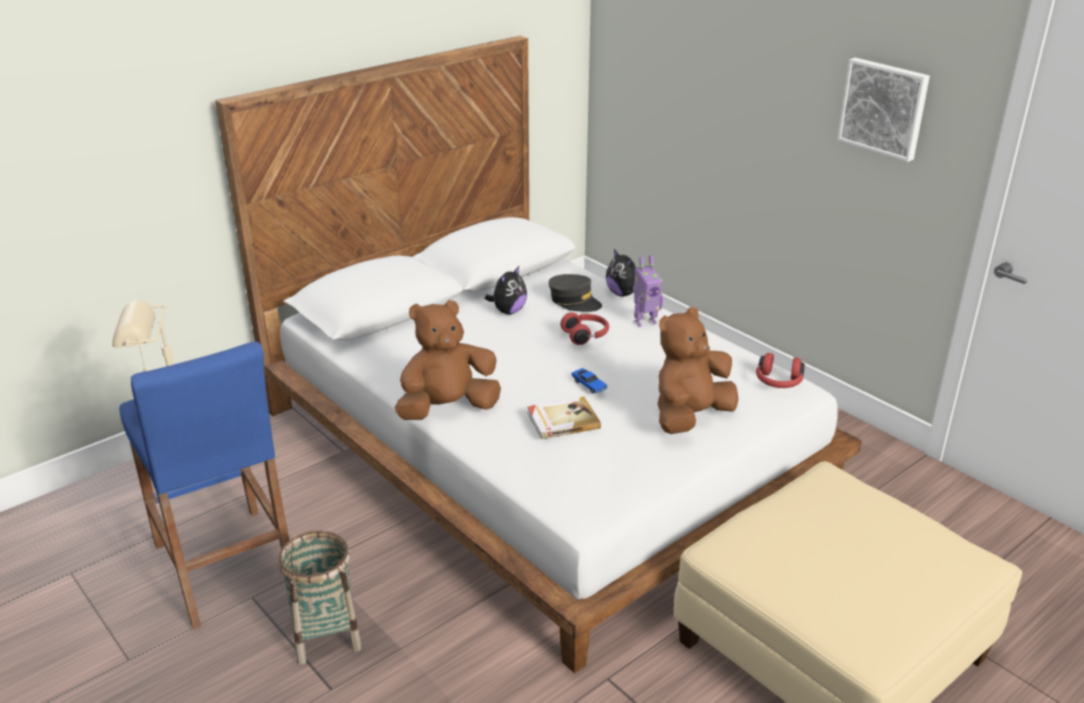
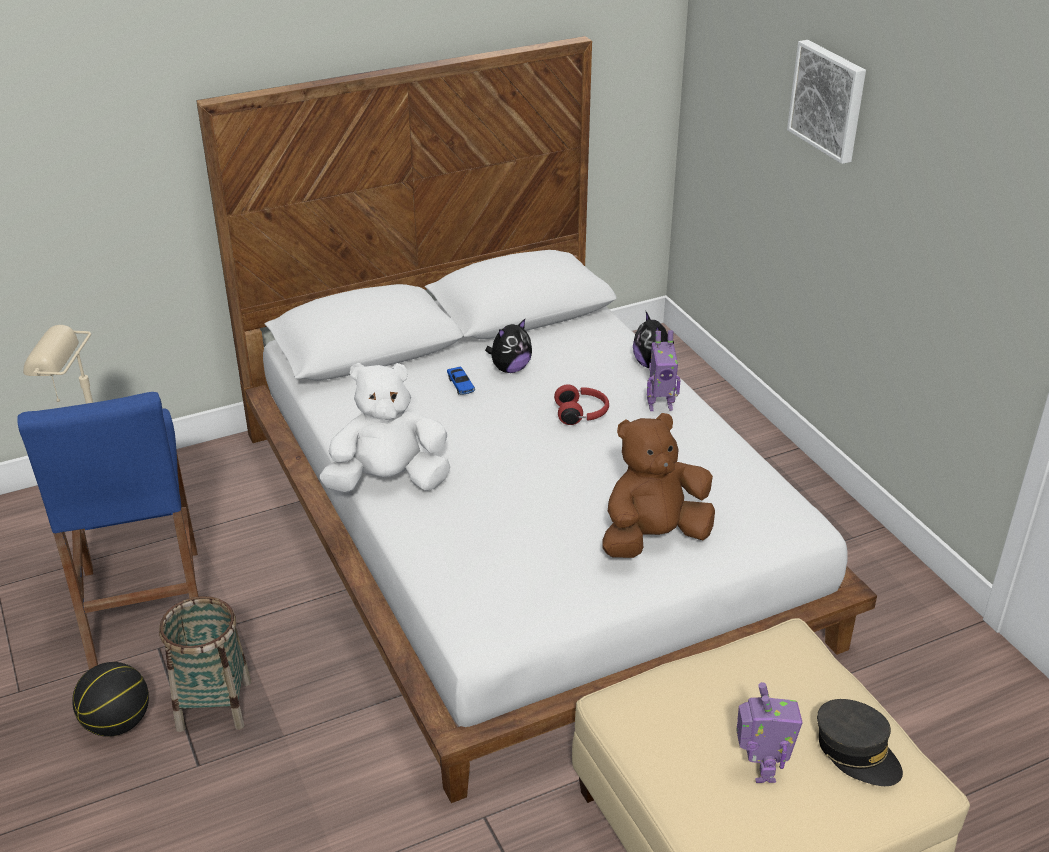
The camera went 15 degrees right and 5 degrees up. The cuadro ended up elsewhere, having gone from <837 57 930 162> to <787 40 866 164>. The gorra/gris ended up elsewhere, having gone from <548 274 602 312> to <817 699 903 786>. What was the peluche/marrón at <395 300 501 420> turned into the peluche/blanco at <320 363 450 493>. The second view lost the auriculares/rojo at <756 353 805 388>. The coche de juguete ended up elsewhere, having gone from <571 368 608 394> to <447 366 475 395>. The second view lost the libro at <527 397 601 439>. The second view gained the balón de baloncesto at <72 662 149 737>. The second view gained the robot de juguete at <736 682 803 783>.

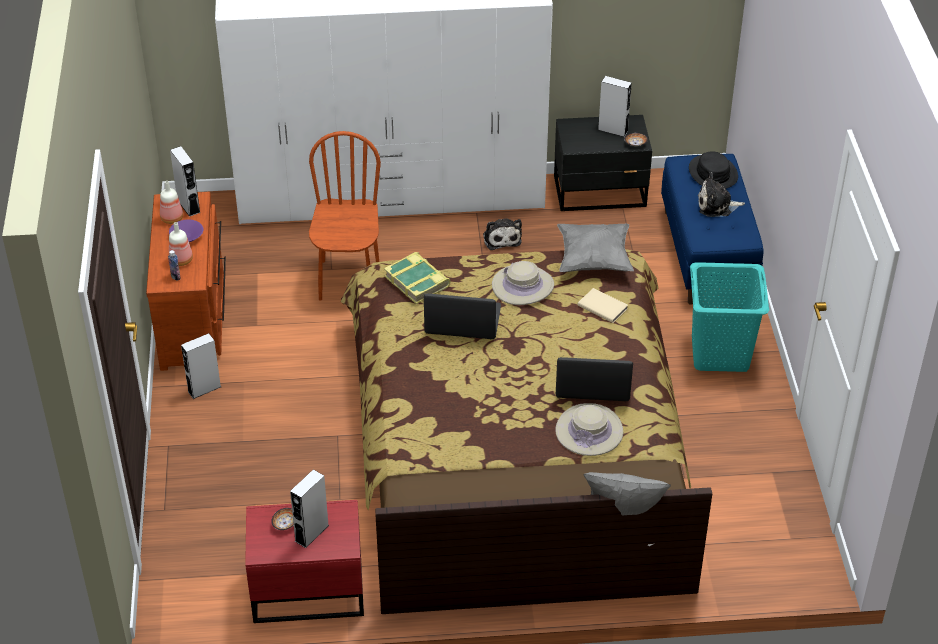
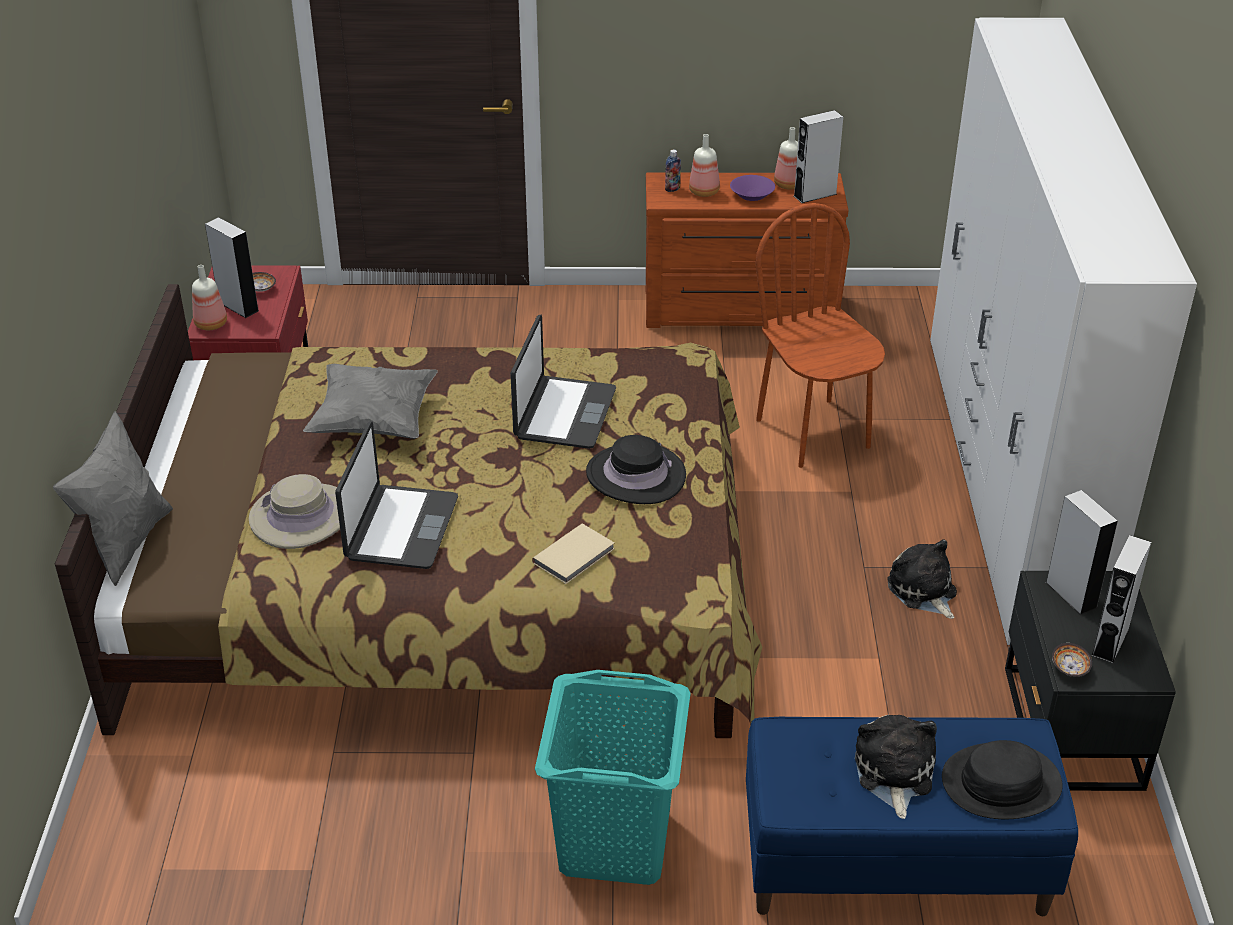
The camera went 95 degrees right and 5 degrees down. The silla/marrón at <309 131 381 301> ended up facing another way, 120 degrees counterclockwise from before. The peluche at <483 219 522 250> ended up facing another way, 75 degrees clockwise from before. The cojín/gris ended up elsewhere, having gone from <557 224 634 272> to <303 364 438 439>. The second view lost the libro at <384 252 450 304>. What was the sombrero/beis at <492 261 554 305> turned into the sombrero/negro at <586 435 686 504>. The altavoz/gris ended up elsewhere, having gone from <181 333 221 399> to <1045 490 1118 615>. The second view gained the botella at <192 265 227 330>.

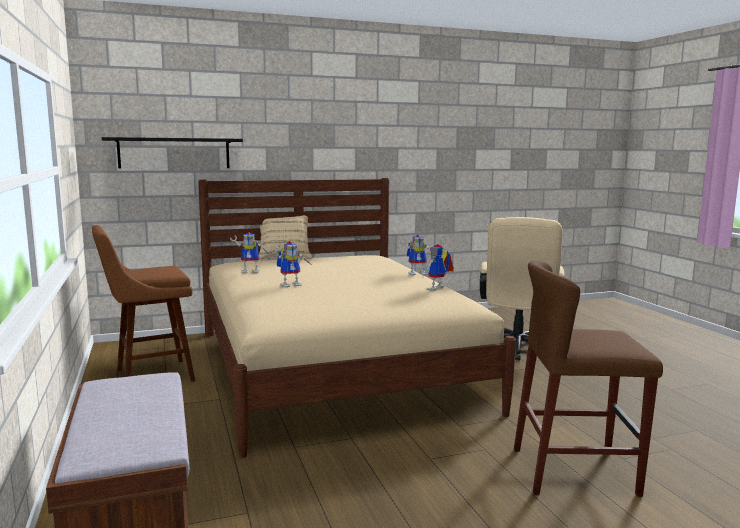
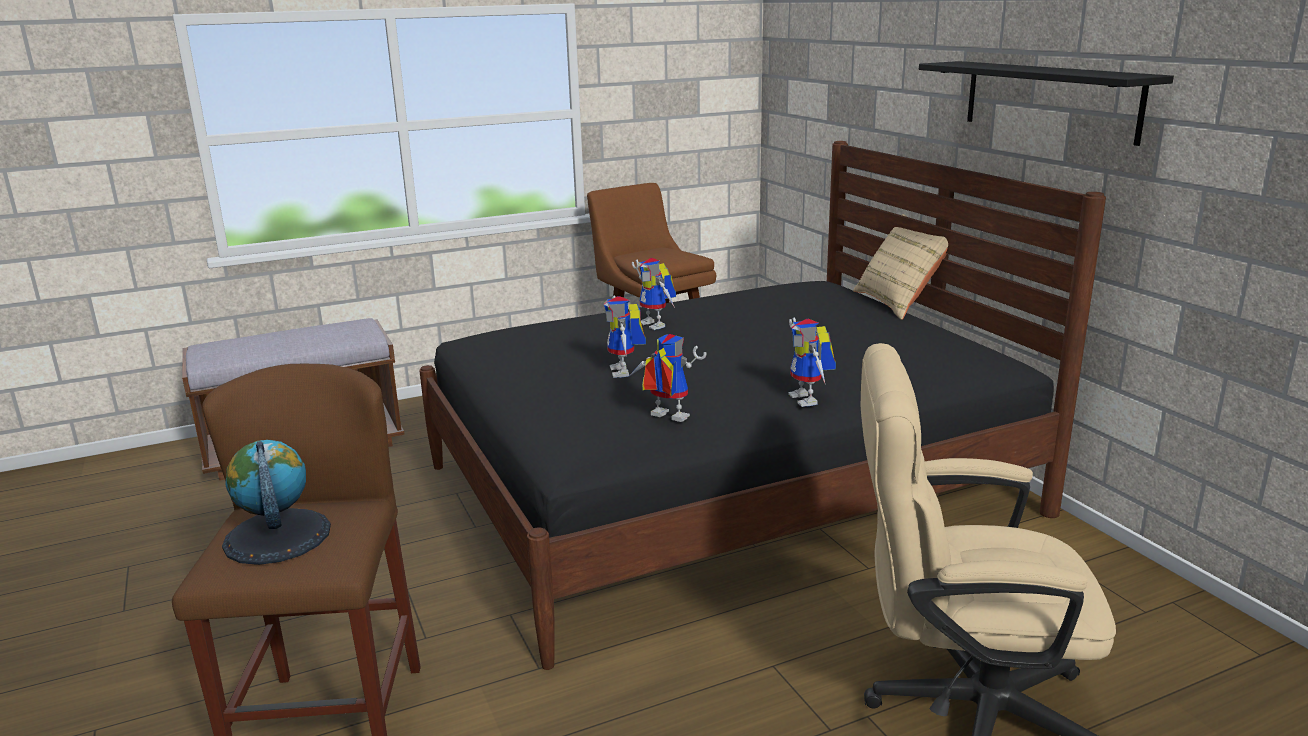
The camera went 85 degrees right and 10 degrees up. The estante/negro ended up elsewhere, having gone from <102 137 243 169> to <919 61 1174 146>. What was the cama/beis at <198 178 516 458> turned into the cama/negro at <419 141 1106 670>. The robot de juguete ended up elsewhere, having gone from <230 232 272 273> to <604 295 646 378>. The second view gained the globo terráqueo at <222 440 331 565>.

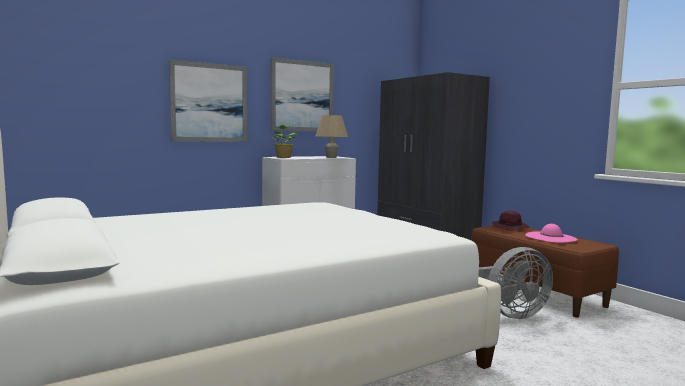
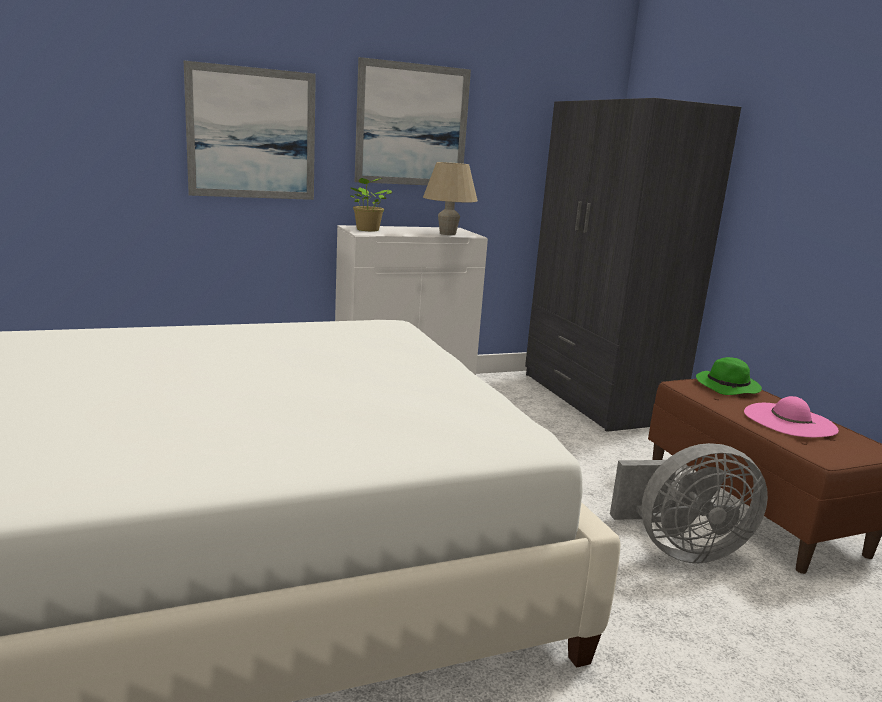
The camera went 10 degrees right and 10 degrees up. What was the sombrero/morado at <492 211 529 231> turned into the sombrero/verde at <696 357 762 395>.

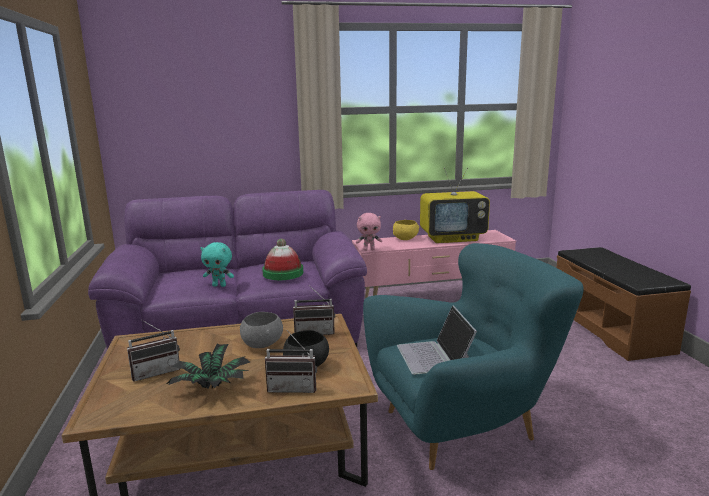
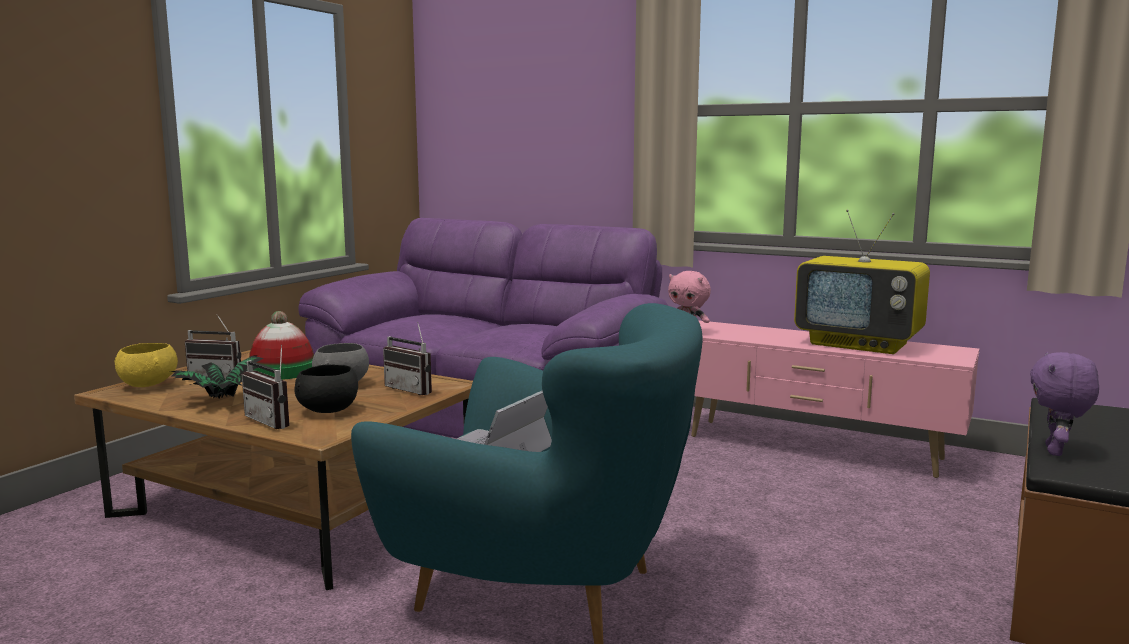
The camera went 40 degrees right and 5 degrees down. The cuenco/amarillo ended up elsewhere, having gone from <393 220 419 240> to <114 343 178 387>. The sombrero ended up elsewhere, having gone from <262 239 303 280> to <249 311 314 380>. The second view lost the peluche/turquesa at <200 242 234 287>. The second view gained the peluche/morado at <1030 352 1099 456>.

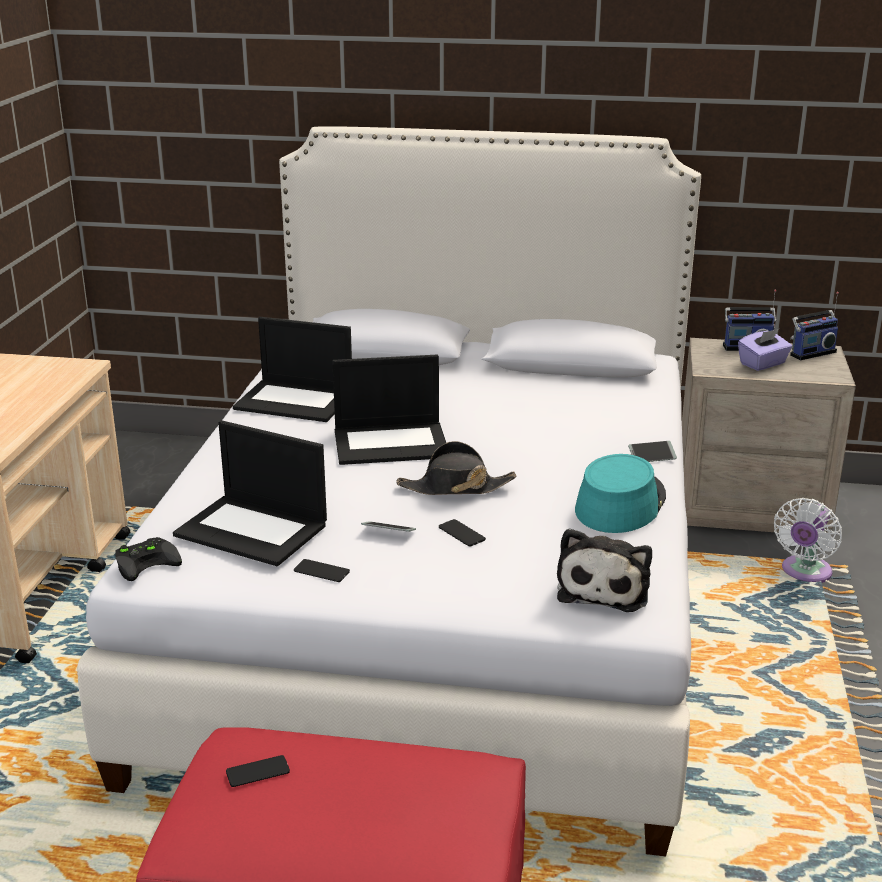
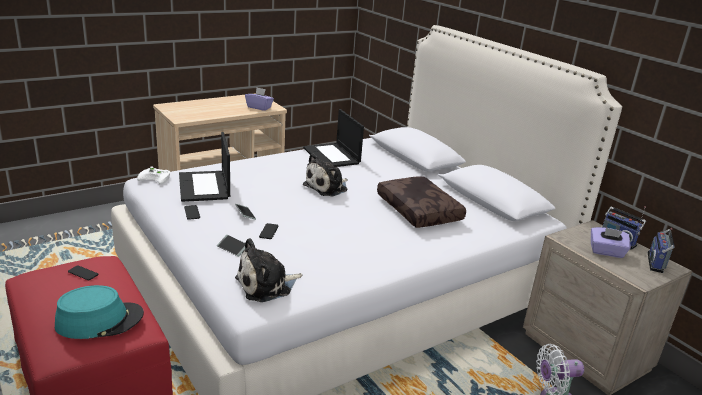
The camera went 45 degrees right and 0 degrees up. The radio at <790 292 839 361> ended up facing another way, 90 degrees clockwise from before. Where the portátil stood at <332 355 446 465>, the peluche came to stand at <303 153 348 196>. The second view lost the sombrero/negro at <396 441 516 495>. The móvil ended up elsewhere, having gone from <628 441 677 462> to <217 235 245 256>. The sombrero/turquesa ended up elsewhere, having gone from <575 454 666 533> to <55 285 144 339>. What was the mando de consola/negro at <115 537 182 581> turned into the mando de consola/blanco at <137 167 170 185>. The second view gained the caja de pañuelos/morado at <245 88 274 111>. The second view gained the cojín/marrón at <377 176 466 228>.

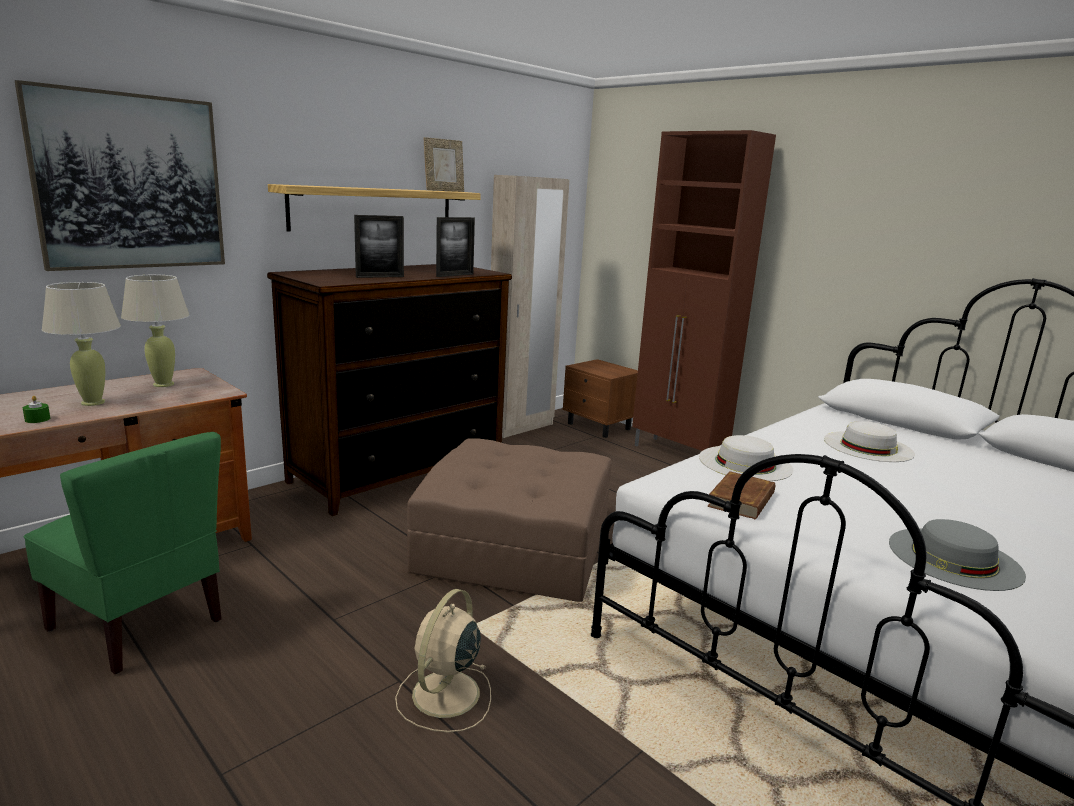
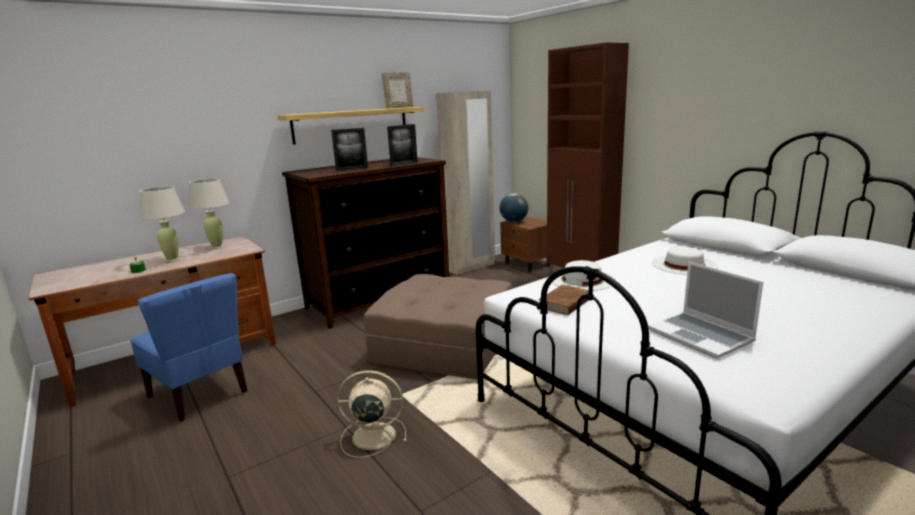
The camera went 10 degrees right and 0 degrees up. The second view lost the cuadro at <15 80 225 271>. What was the silla/verde at <23 432 222 674> turned into the silla/azul at <130 273 247 422>. Where the sombrero/gris stood at <889 519 1026 591>, the portátil came to stand at <648 262 763 359>. The ventilador/beis at <395 589 491 733> ended up facing another way, 60 degrees clockwise from before. The second view gained the globo terráqueo at <500 194 528 222>.

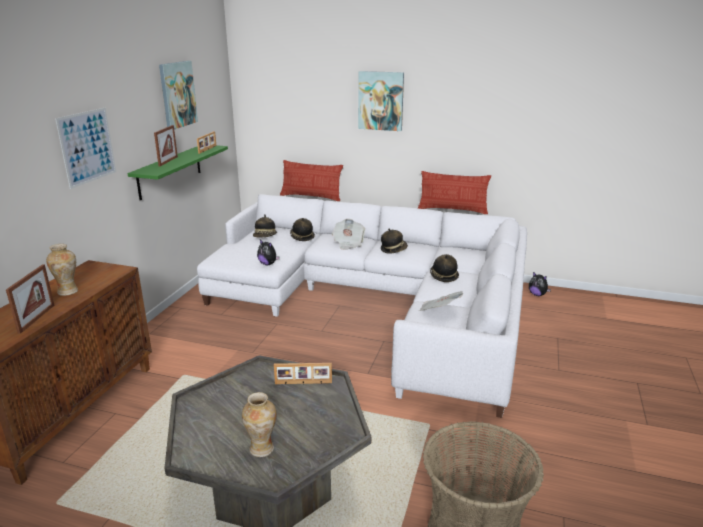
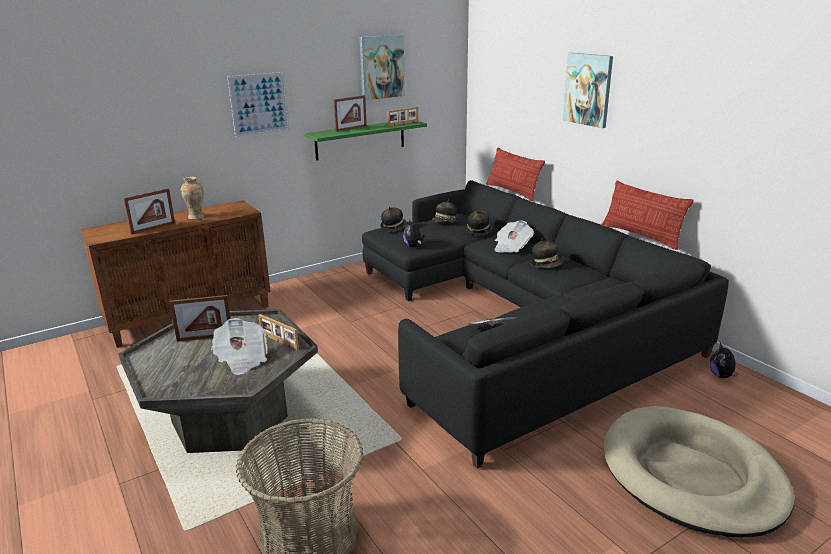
The camera went 40 degrees right and 0 degrees up. What was the sofá/blanco at <197 194 527 418> turned into the sofá/negro at <362 180 729 469>. The sombrero ended up elsewhere, having gone from <430 254 459 282> to <380 207 407 232>. The second view lost the florero at <242 392 277 457>. The second view gained the portarretratos at <169 295 231 342>. The second view gained the periódico at <211 318 267 375>. The second view gained the cama para perro/beis at <603 406 795 537>.

